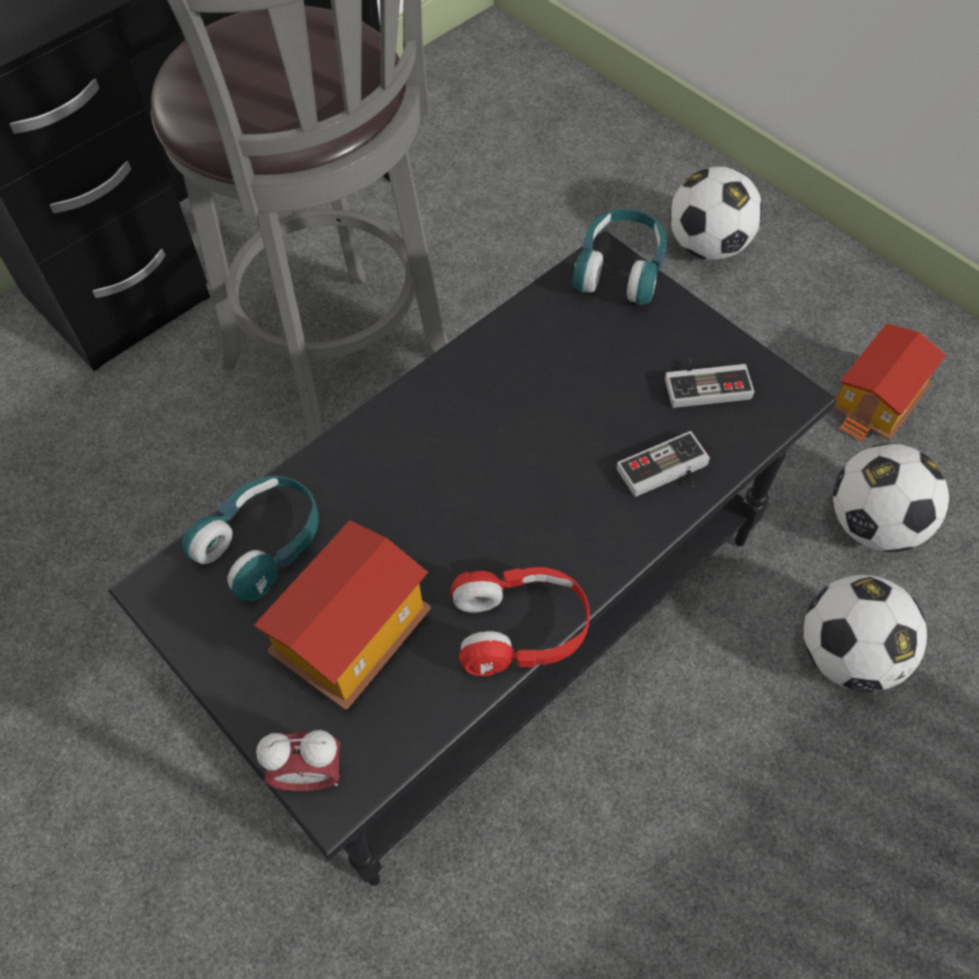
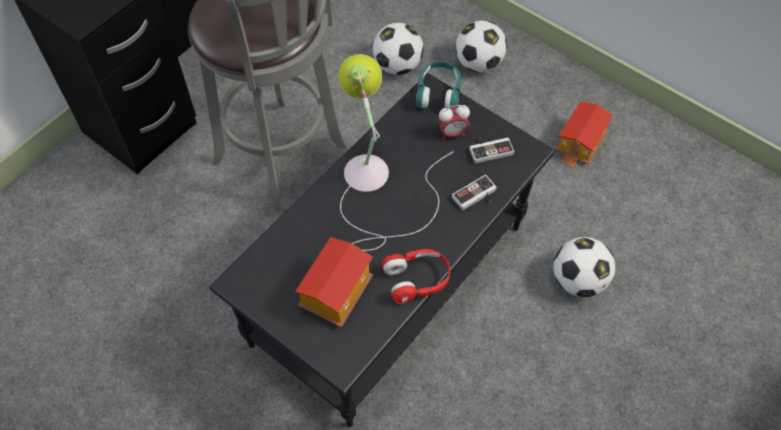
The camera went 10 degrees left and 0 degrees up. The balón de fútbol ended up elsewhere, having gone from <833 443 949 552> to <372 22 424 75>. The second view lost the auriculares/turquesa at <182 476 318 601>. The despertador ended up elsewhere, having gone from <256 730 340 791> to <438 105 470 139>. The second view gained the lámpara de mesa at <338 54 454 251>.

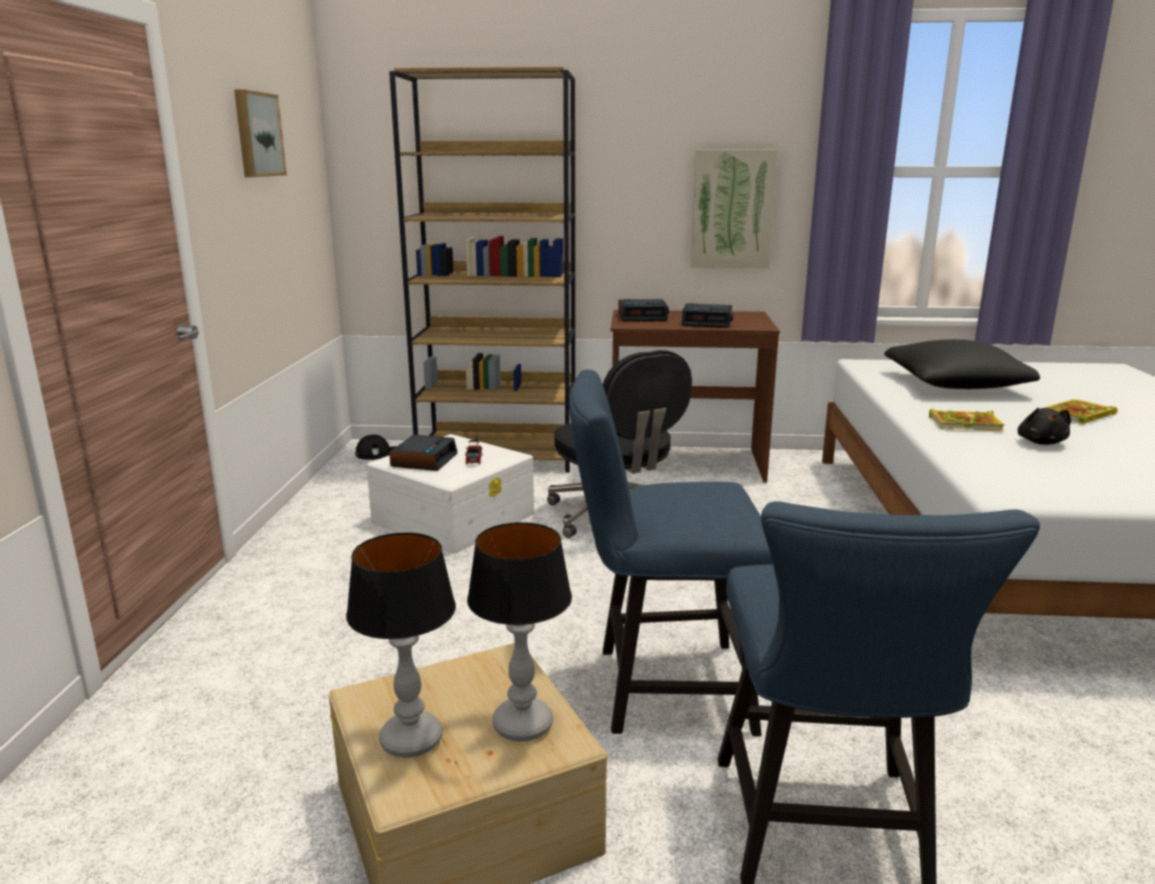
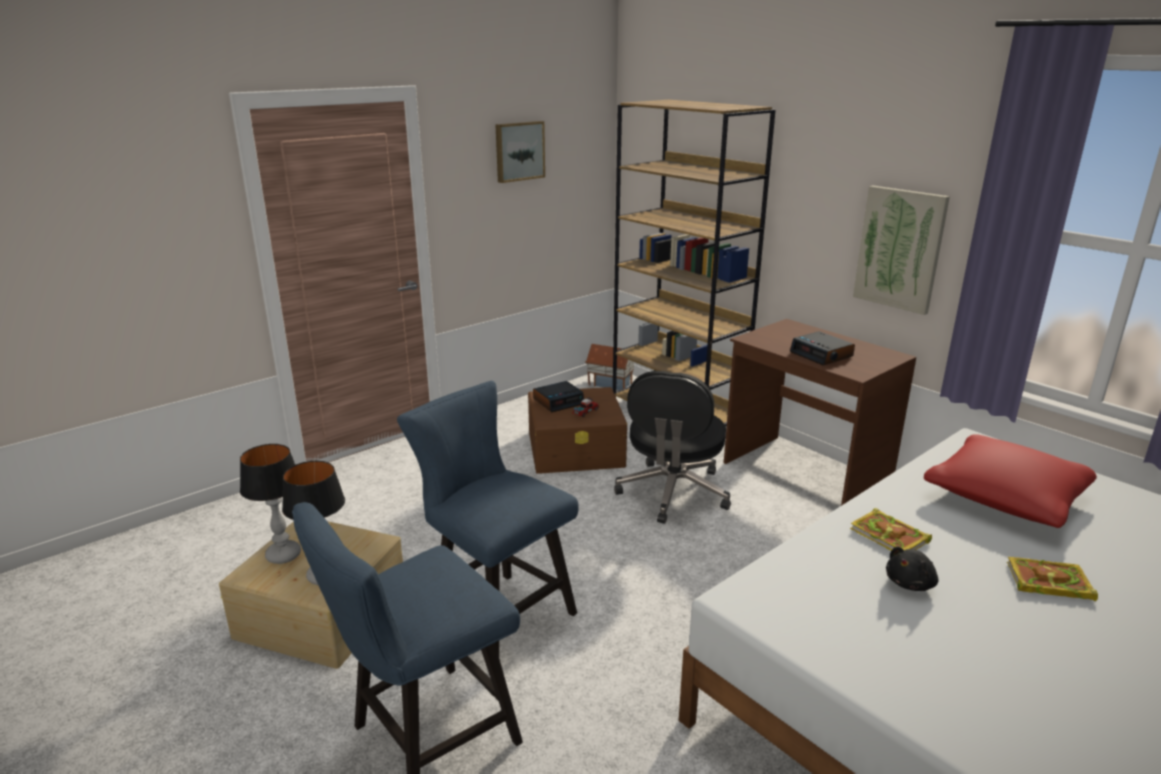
The camera went 45 degrees right and 5 degrees up. The second view lost the despertador at <618 299 669 321>. What was the cojín/negro at <884 339 1040 389> turned into the cojín/rojo at <924 434 1097 528>. What was the caja de almacenaje/blanco at <367 434 534 554> turned into the caja de almacenaje/marrón at <528 387 627 474>. Where the gorra/negro stood at <355 435 397 460>, the casita came to stand at <585 344 634 390>.

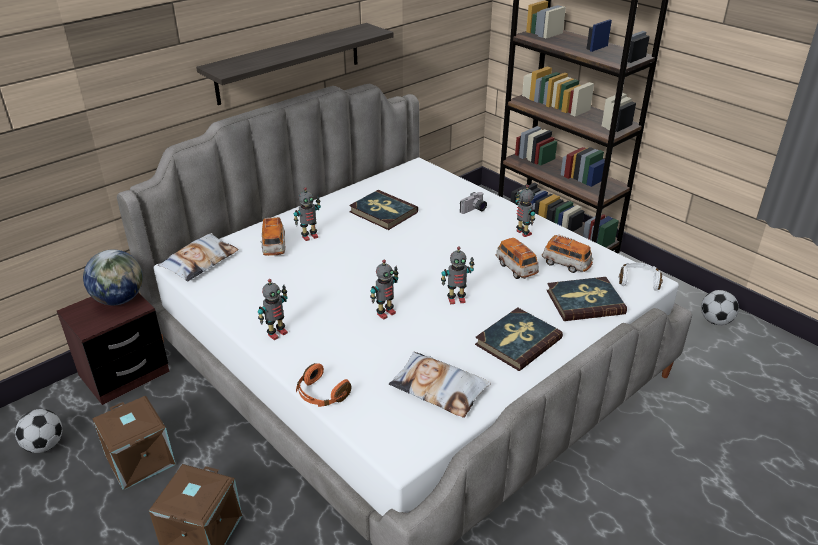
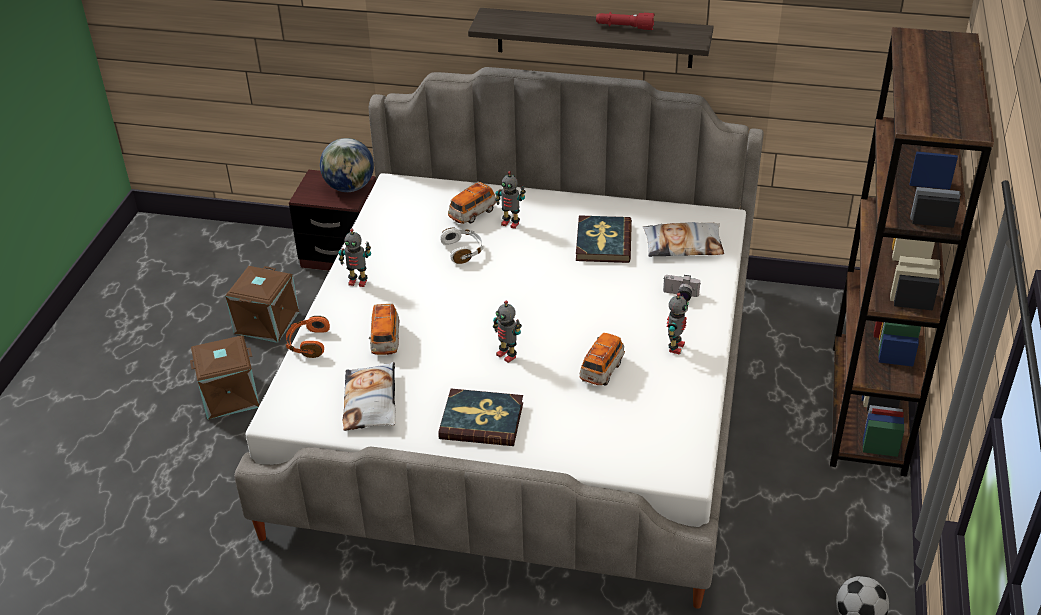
The camera went 55 degrees right and 5 degrees up. The cojín ended up elsewhere, having gone from <158 233 239 282> to <642 222 724 257>. The coche de juguete ended up elsewhere, having gone from <542 234 593 273> to <369 304 399 355>. The second view lost the robot de juguete at <370 260 398 320>. The auriculares/blanco ended up elsewhere, having gone from <619 263 663 291> to <440 228 484 264>. The second view lost the libro at <546 277 627 321>. The second view lost the balón de fútbol at <15 409 62 453>. The second view gained the linterna/rojo at <596 12 655 30>.

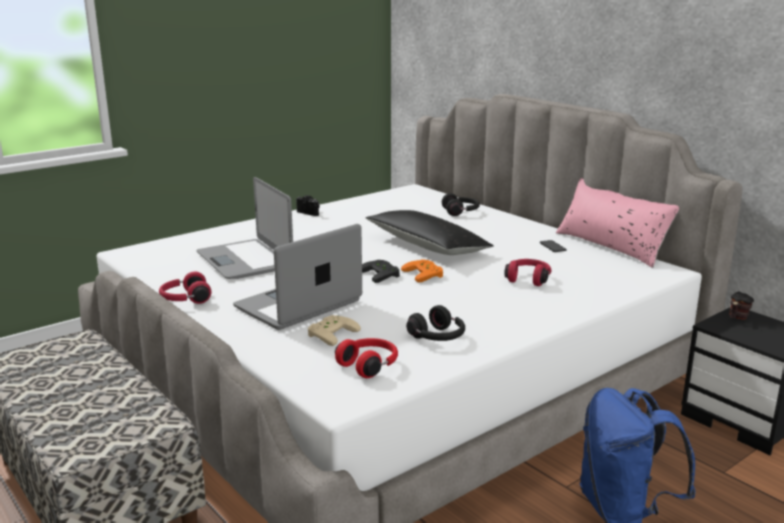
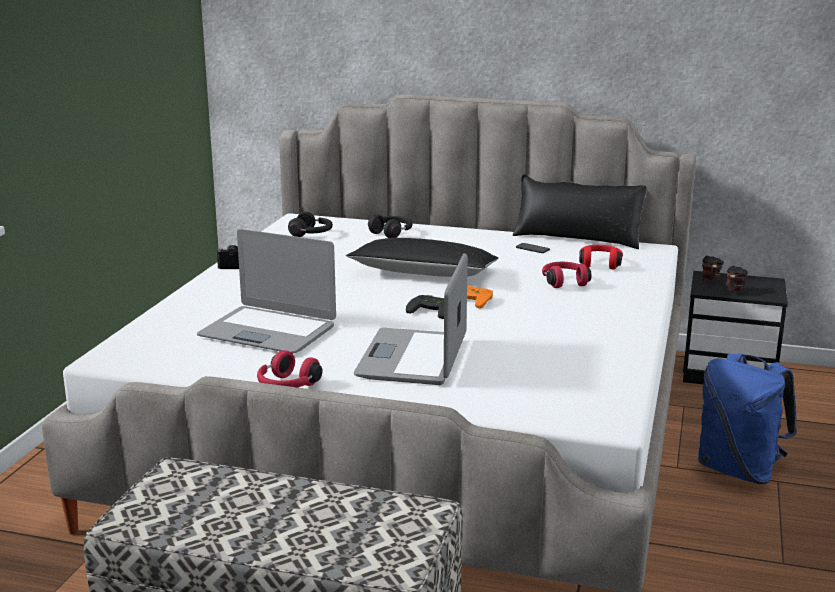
The camera went 35 degrees left and 0 degrees up. What was the cojín/rosa at <556 178 679 268> turned into the cojín/negro at <513 174 647 249>. The auriculares/negro ended up elsewhere, having gone from <406 305 465 341> to <288 212 333 237>. The second view lost the mando de consola/beis at <308 315 361 346>. The auriculares/rojo ended up elsewhere, having gone from <335 338 398 378> to <579 245 623 269>. The second view gained the taza grande at <726 265 748 292>.

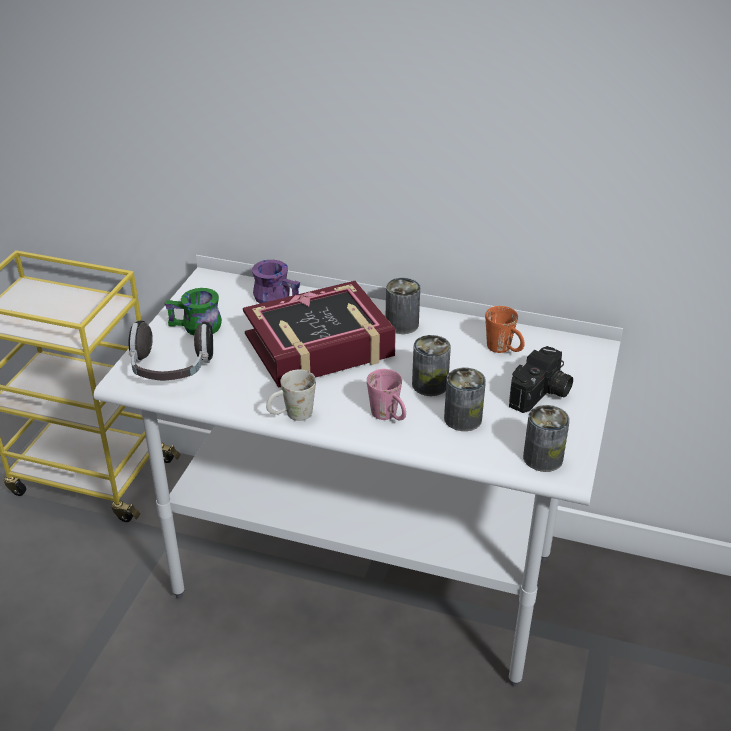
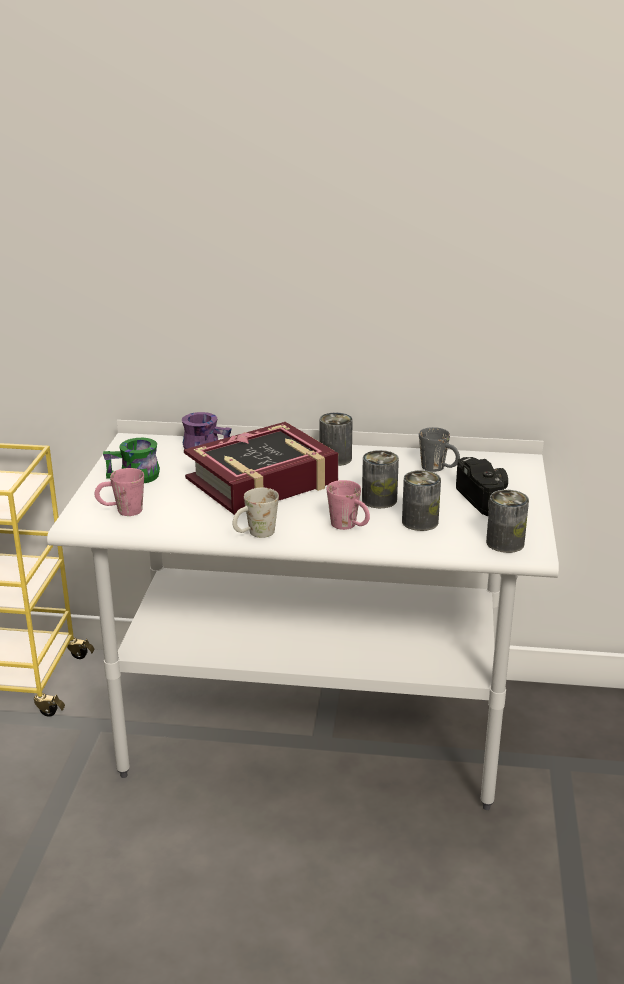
The camera went 10 degrees left and 10 degrees down. What was the taza grande/naranja at <485 306 524 353> turned into the taza grande/gris at <419 427 460 472>. Where the auriculares stood at <129 321 213 380>, the taza grande/rosa came to stand at <95 468 144 516>. The cámara at <509 346 573 413> ended up facing another way, 45 degrees counterclockwise from before.

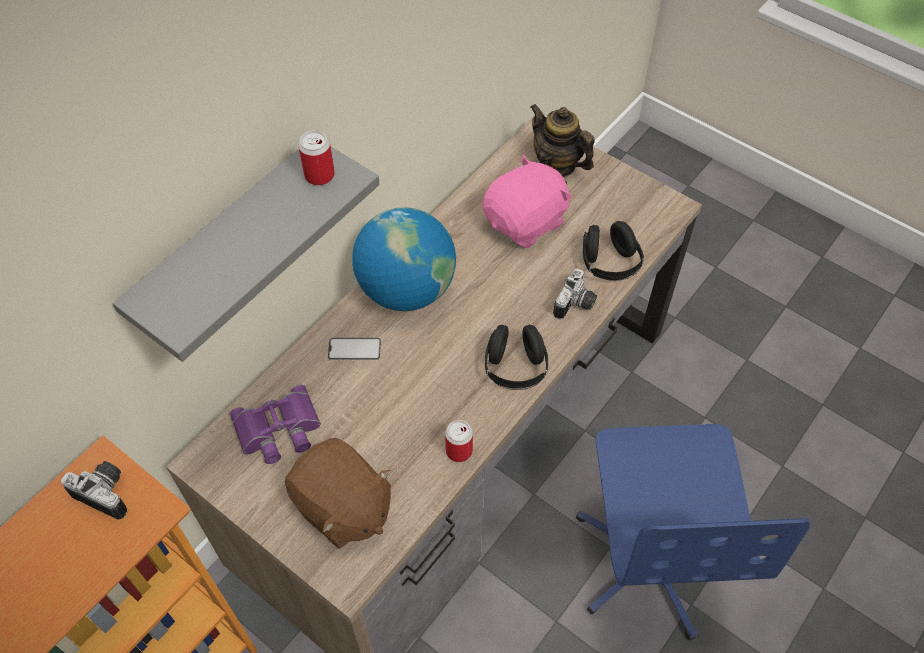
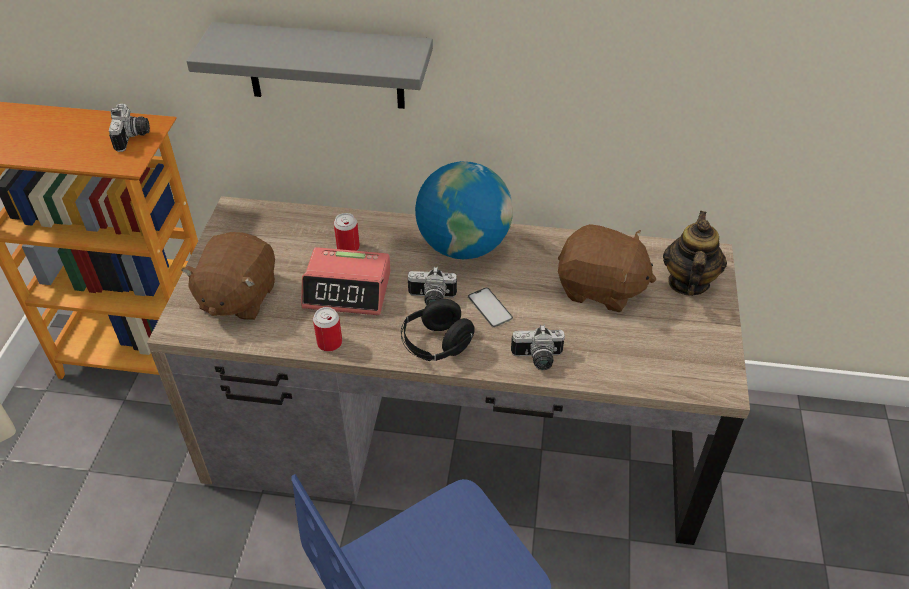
The camera went 60 degrees right and 10 degrees down. The lata ended up elsewhere, having gone from <298 130 335 185> to <334 213 360 251>. What was the peluche/rosa at <482 155 572 248> turned into the peluche/marrón at <558 224 656 312>. The second view lost the auriculares/negro at <583 221 644 281>. The móvil ended up elsewhere, having gone from <328 338 381 360> to <468 287 513 328>. The second view lost the prismáticos/morado at <230 385 321 464>. The second view gained the despertador at <301 247 391 315>. The second view gained the cámara at <408 267 457 306>.

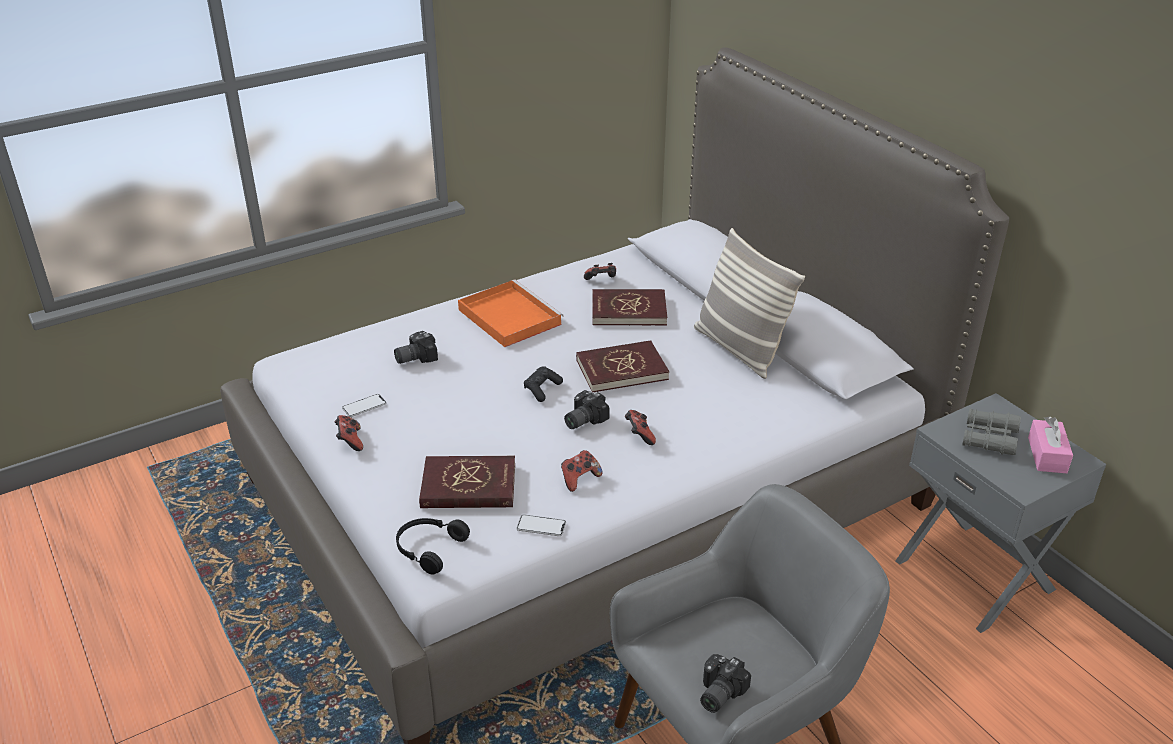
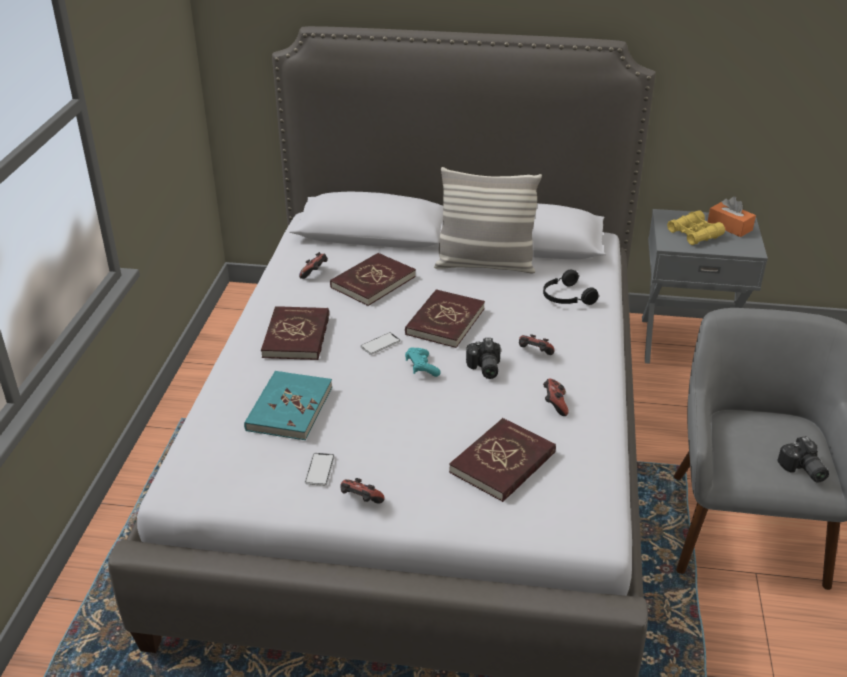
The camera went 50 degrees left and 0 degrees up. Where the bandeja/naranja stood at <458 280 564 347>, the libro/rojo came to stand at <261 306 329 360>. Where the cámara stood at <394 331 438 364>, the libro/turquesa came to stand at <244 371 332 440>. What was the mando de consola/negro at <524 367 563 402> turned into the mando de consola/turquesa at <405 347 441 377>. What was the prismáticos/gris at <962 408 1021 455> turned into the prismáticos/amarillo at <667 210 725 245>. What was the caja de pañuelos/rosa at <1028 416 1073 474> turned into the caja de pañuelos/naranja at <708 196 756 237>. The móvil ended up elsewhere, having gone from <516 515 566 536> to <360 333 400 355>. The auriculares/negro ended up elsewhere, having gone from <396 518 470 574> to <543 269 599 305>.

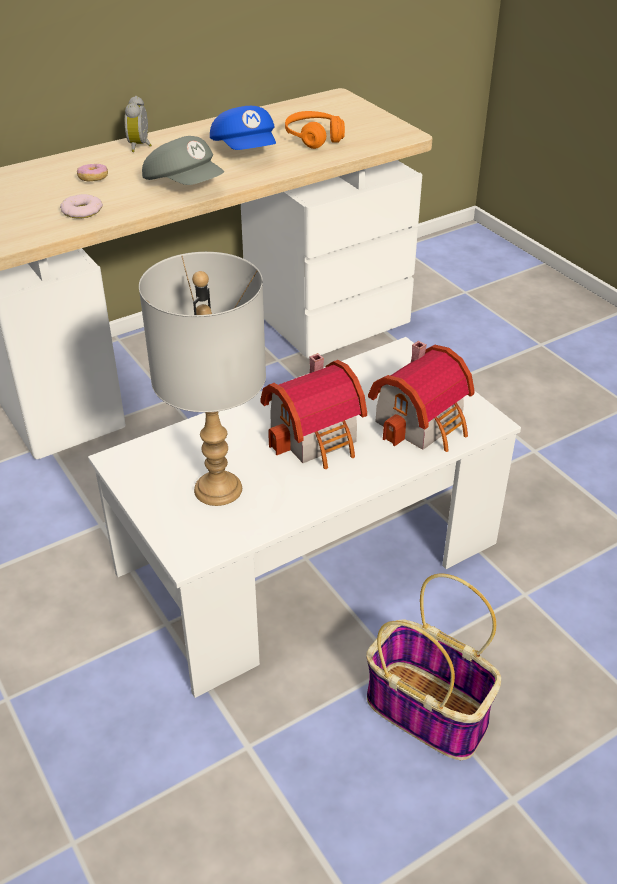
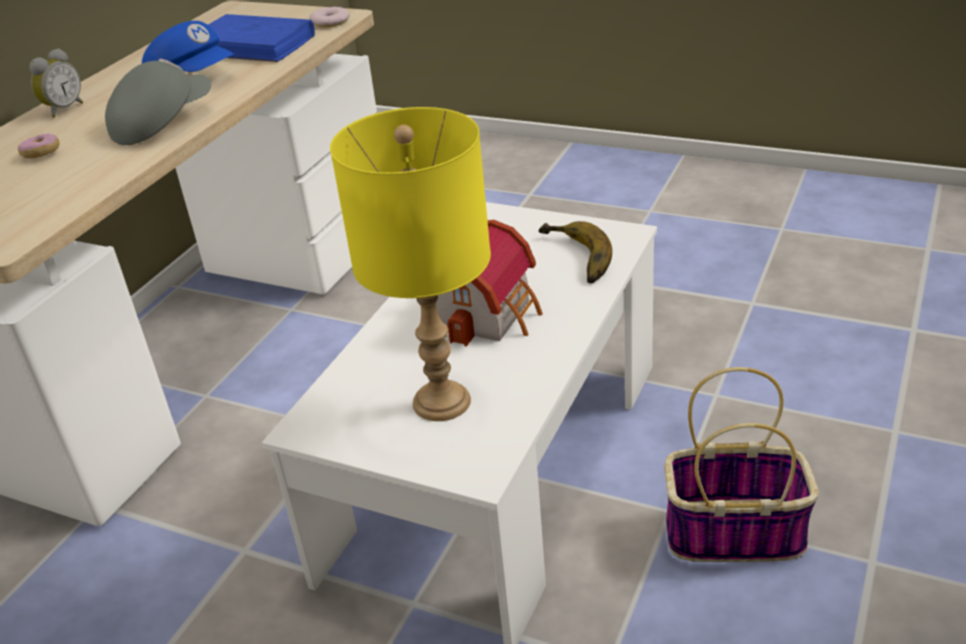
The camera went 30 degrees left and 5 degrees down. The despertador at <125 96 152 152> ended up facing another way, 120 degrees counterclockwise from before. Where the auriculares/naranja stood at <285 111 345 149>, the libro/azul came to stand at <208 14 315 62>. The gorra/gris at <142 136 224 185> ended up facing another way, 60 degrees counterclockwise from before. The rosquilla ended up elsewhere, having gone from <60 194 103 218> to <309 7 350 27>. What was the lámpara de mesa/gris at <139 252 266 506> turned into the lámpara de mesa/amarillo at <330 107 491 421>. Where the casita stood at <368 341 475 452>, the plátano came to stand at <538 221 612 283>.

